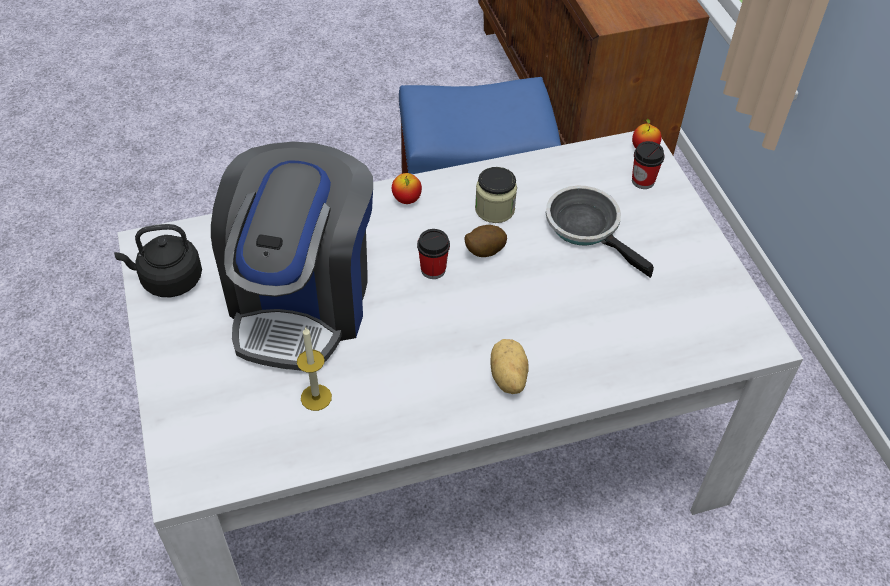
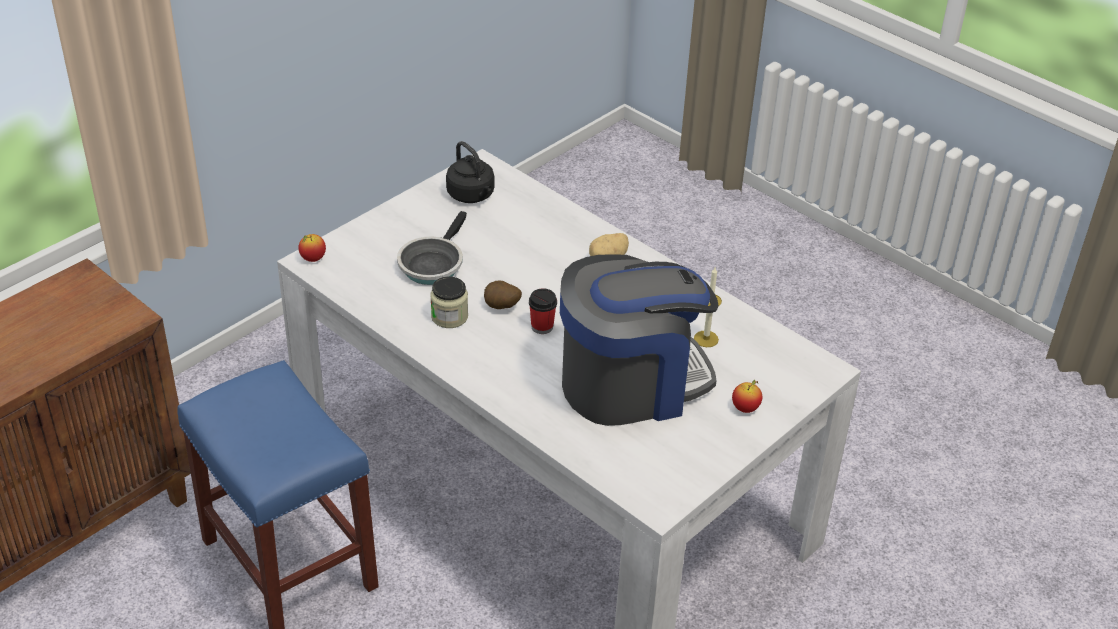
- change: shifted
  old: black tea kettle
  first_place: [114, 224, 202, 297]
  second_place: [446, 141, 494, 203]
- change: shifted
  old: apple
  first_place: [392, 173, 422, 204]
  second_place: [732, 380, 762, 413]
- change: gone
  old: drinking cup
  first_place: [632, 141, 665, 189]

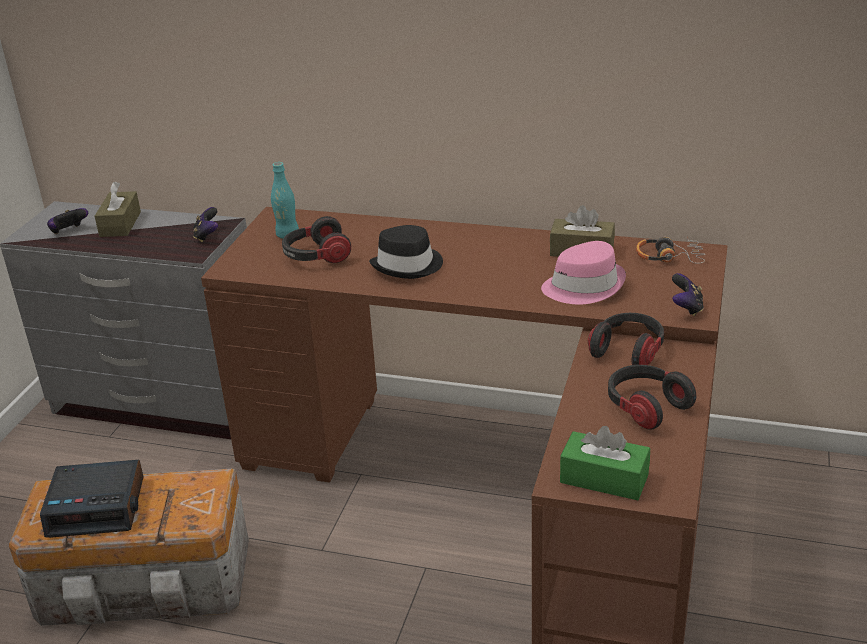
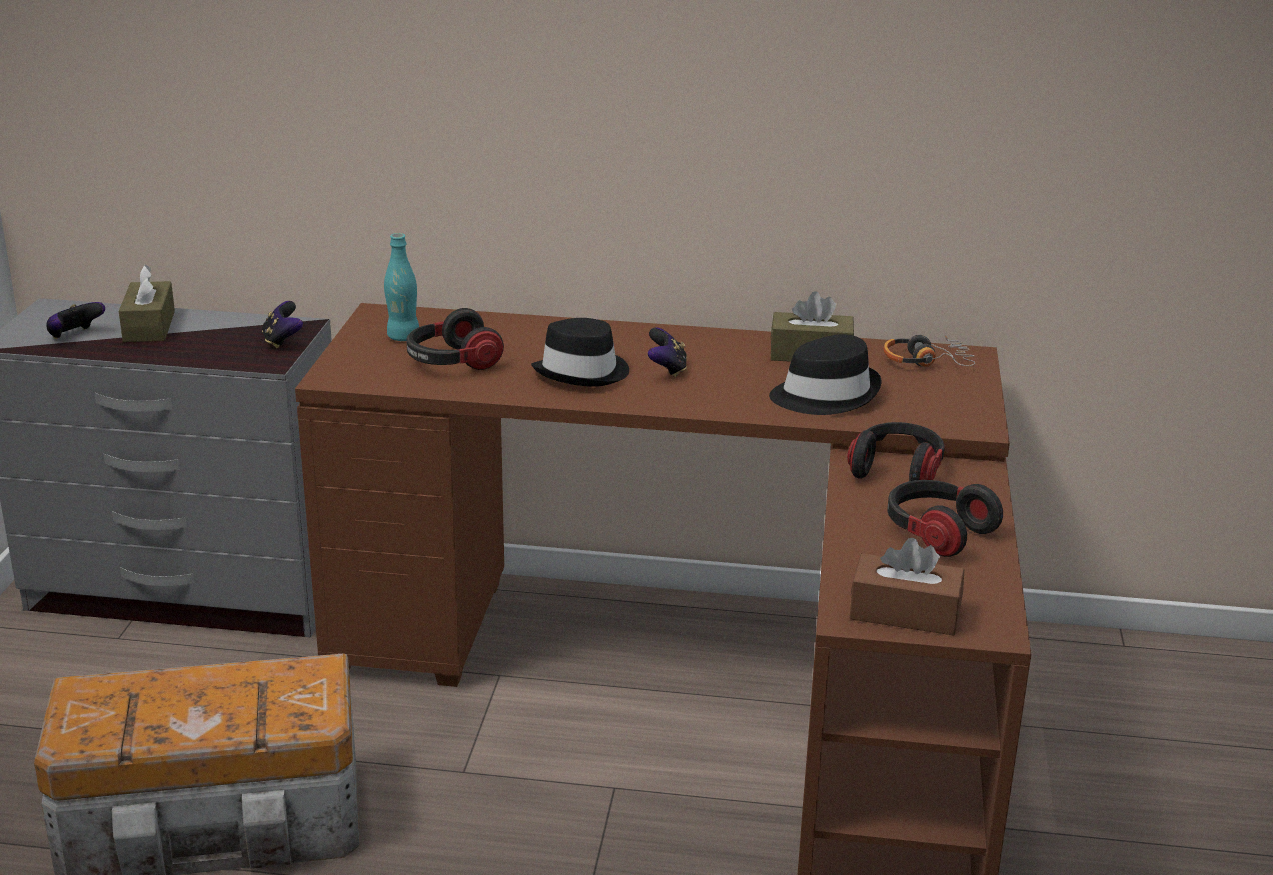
- change: shifted
  old: gamepad
  first_place: [672, 273, 704, 316]
  second_place: [648, 328, 687, 377]
- change: repainted
  old: pink-coloured hat
  new: black hat
  first_place: [541, 241, 626, 304]
  second_place: [769, 334, 881, 415]
- change: repainted
  old: green-coloured tissue holder
  new: brownish tissue holder
  first_place: [560, 426, 650, 500]
  second_place: [850, 538, 964, 636]
- change: gone
  old: bedside clock
  first_place: [40, 460, 144, 538]

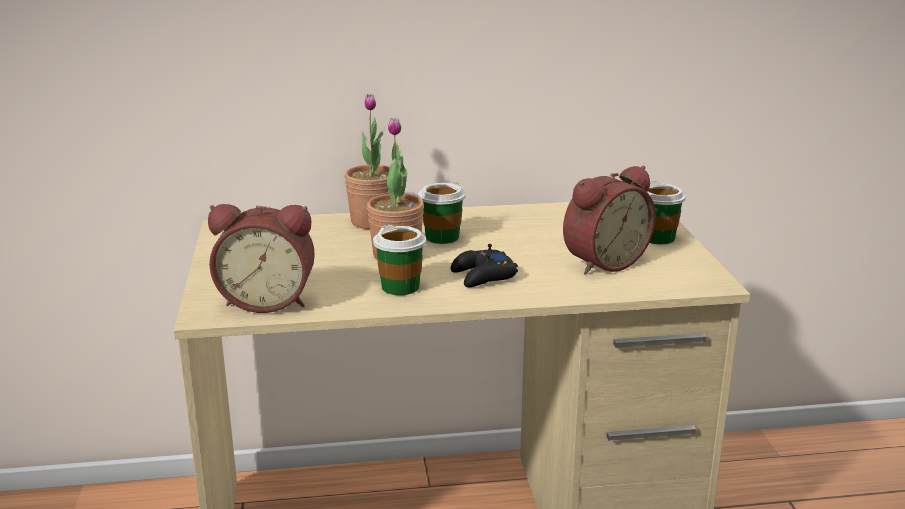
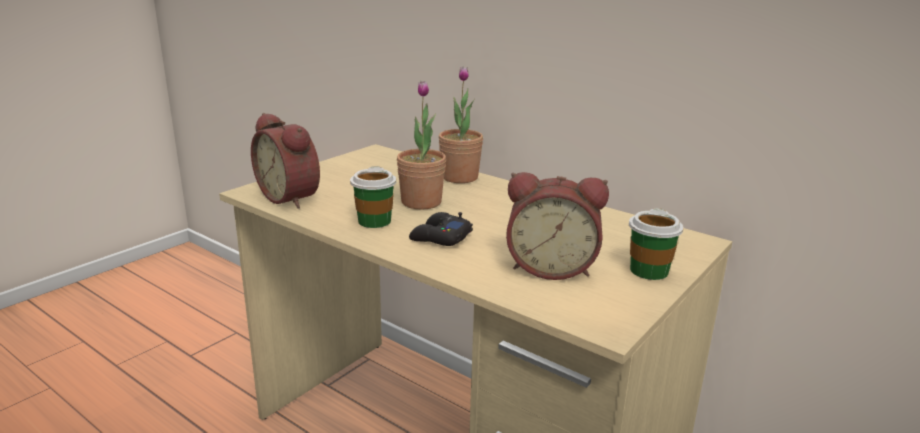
- change: gone
  old: drinking cup
  first_place: [418, 183, 465, 244]

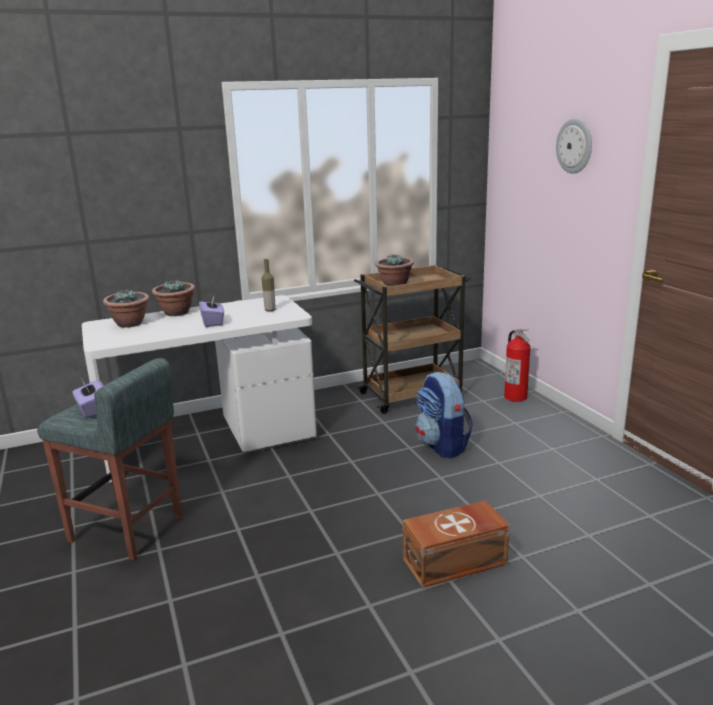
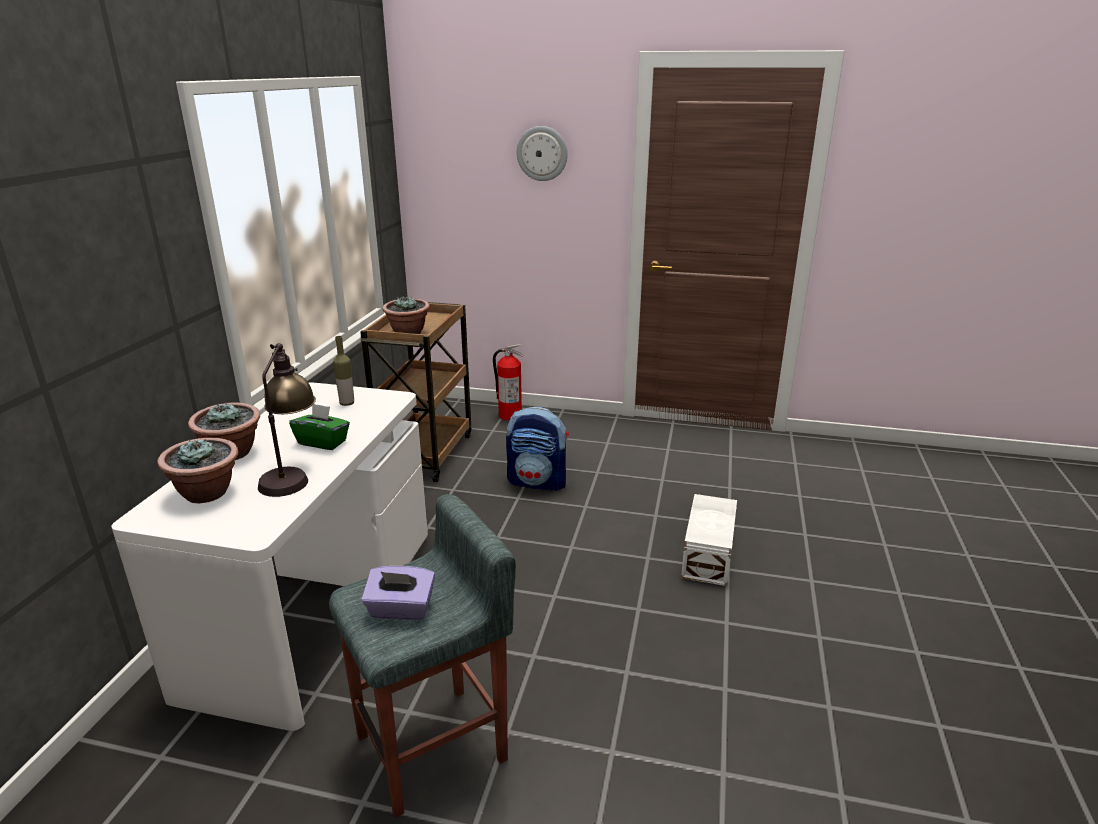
- change: new
  new: tabletop lamp
  second_place: [258, 343, 316, 497]
- change: repainted
  old: purple-coloured tissue holder
  new: green-coloured tissue holder
  first_place: [199, 296, 224, 327]
  second_place: [289, 404, 350, 450]
- change: repainted
  old: brownish storage bin
  new: whitish storage bin
  first_place: [403, 500, 510, 588]
  second_place: [681, 494, 737, 586]

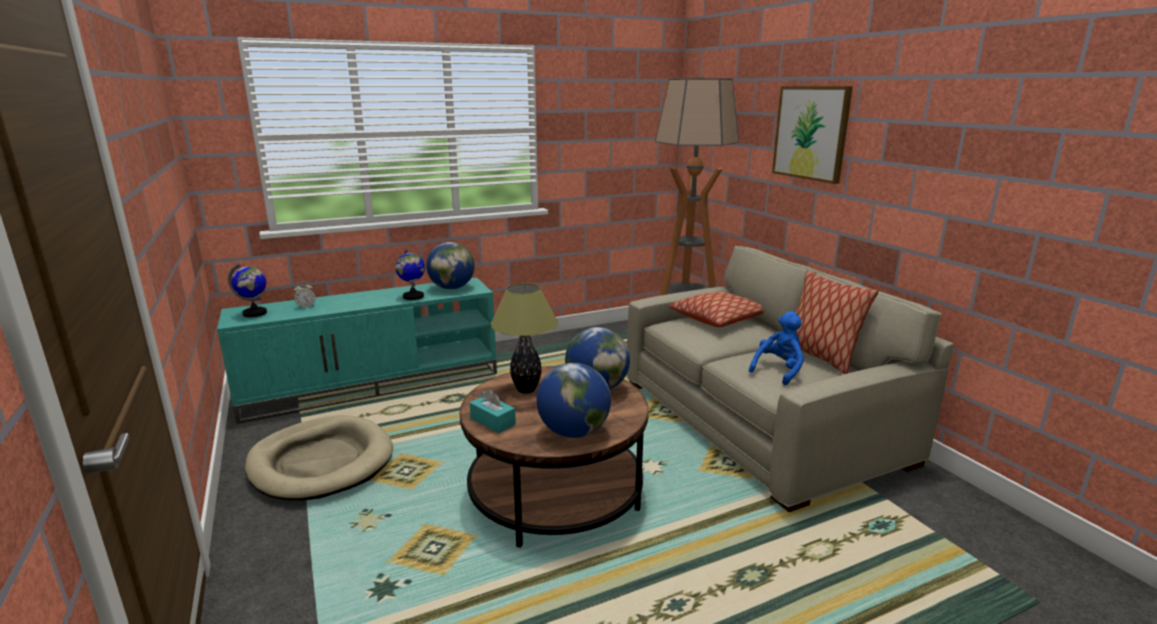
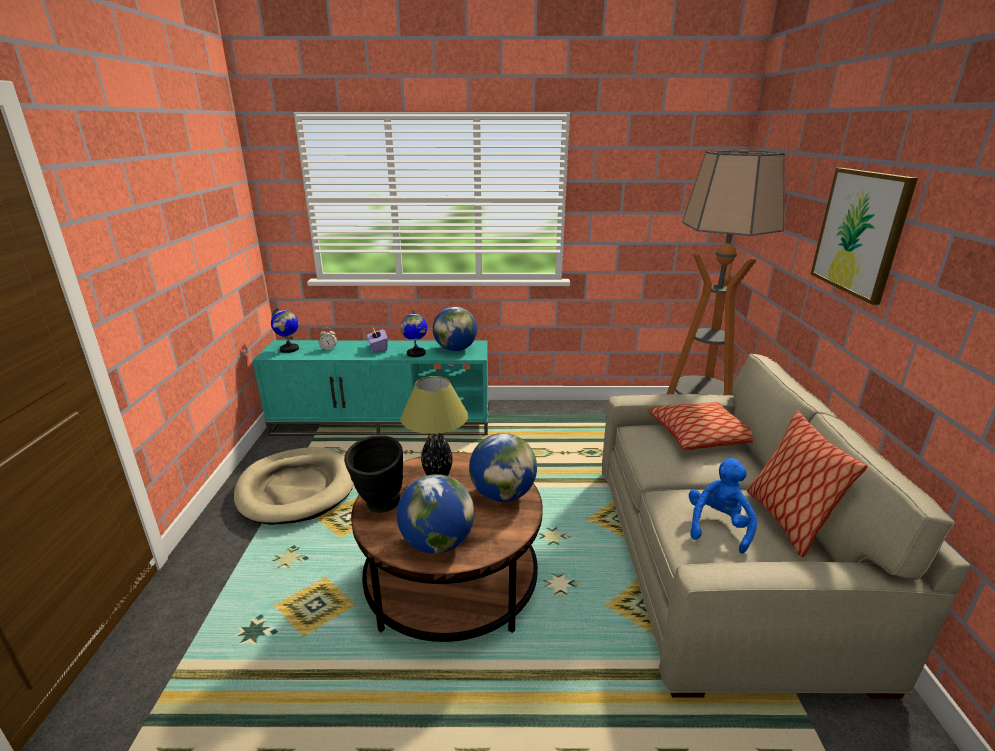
- change: swapped
  old: turquoise-coloured tissue holder
  new: black flower vase
  first_place: [470, 389, 516, 434]
  second_place: [344, 436, 403, 513]
- change: new
  new: purple-coloured tissue holder
  second_place: [367, 327, 388, 353]
- change: rotated
  old: bluish soft toy
  first_place: [749, 311, 804, 385]
  second_place: [689, 458, 757, 554]
  degrees: -45

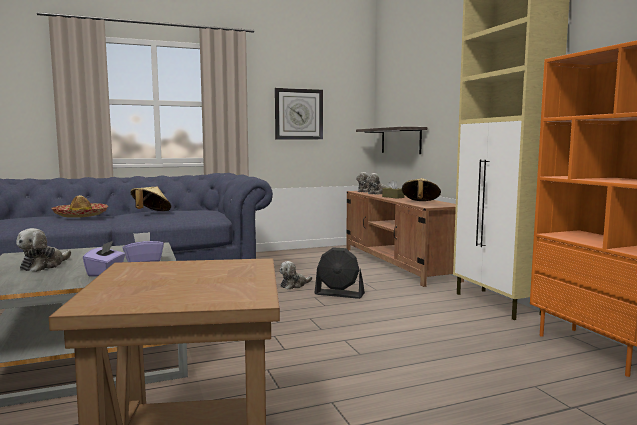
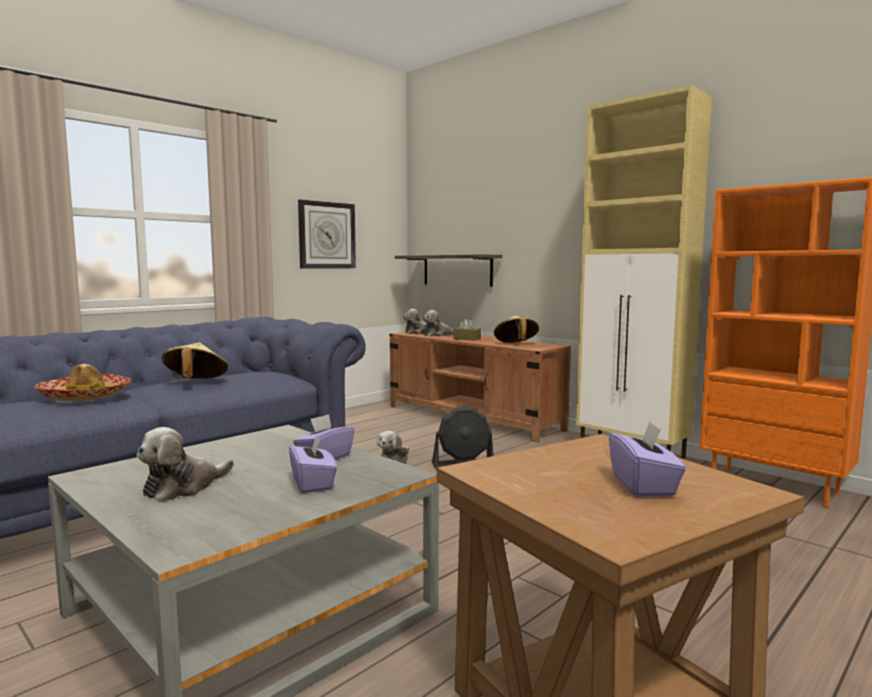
- change: rotated
  old: soft toy
  first_place: [16, 228, 71, 272]
  second_place: [137, 427, 234, 502]
  degrees: 45
- change: new
  new: purple-coloured tissue holder
  second_place: [609, 421, 686, 497]

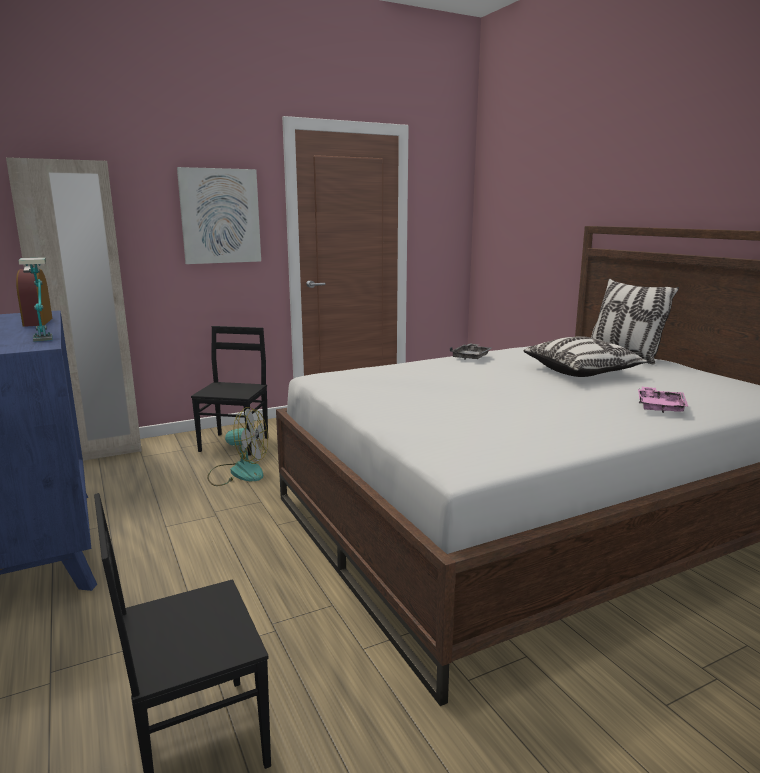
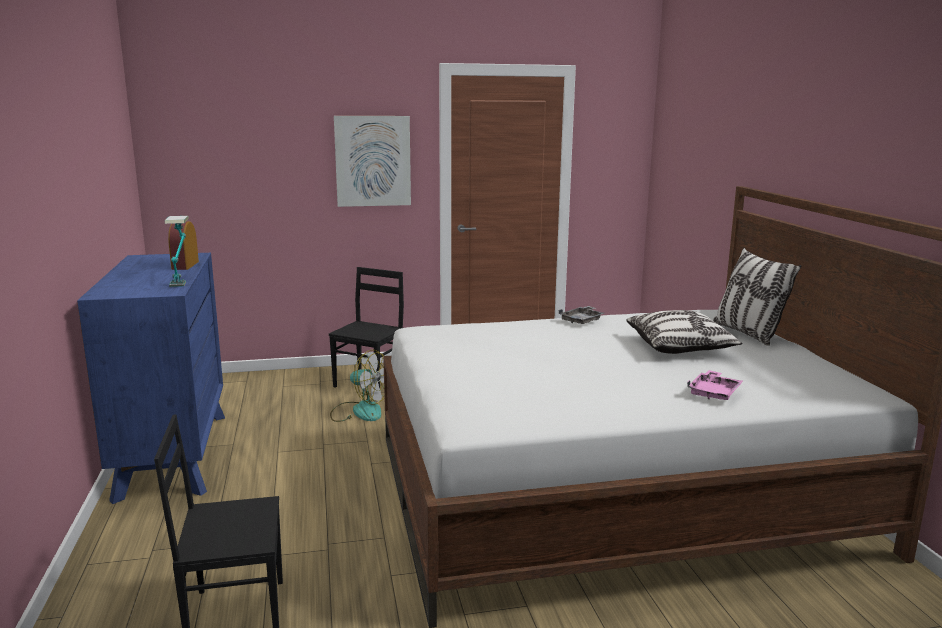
- change: gone
  old: sand-coloured armoire
  first_place: [6, 157, 142, 461]

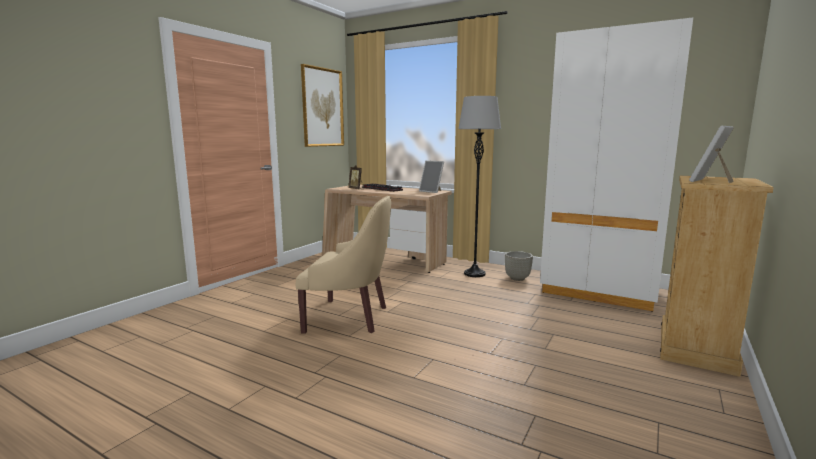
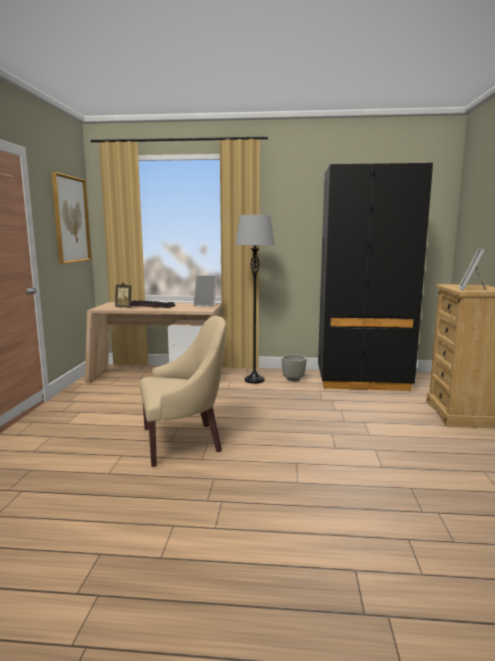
- change: repainted
  old: whitish armoire
  new: black armoire
  first_place: [540, 18, 693, 312]
  second_place: [318, 163, 433, 391]

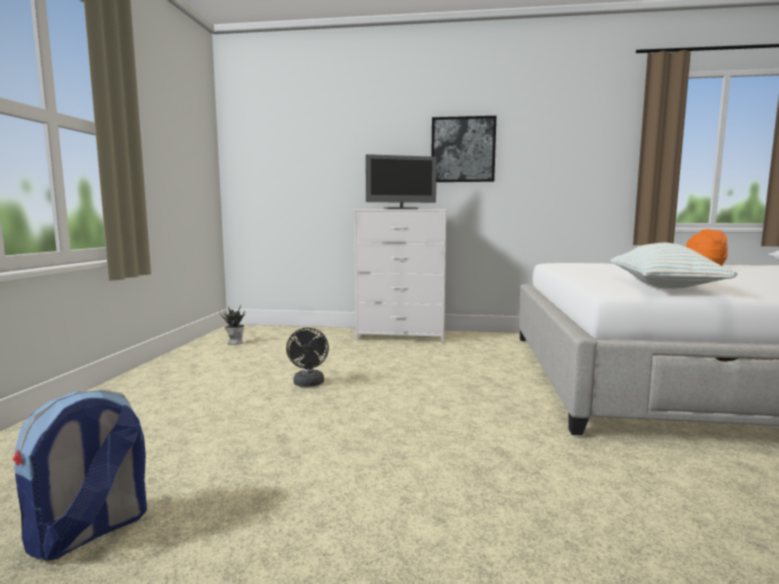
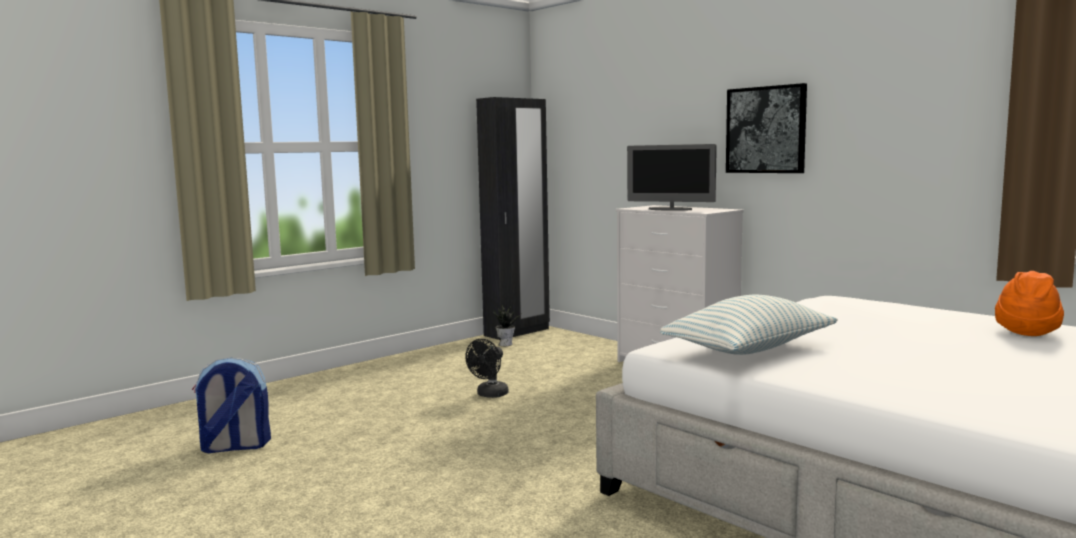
- change: new
  new: black armoire
  second_place: [476, 97, 550, 340]

